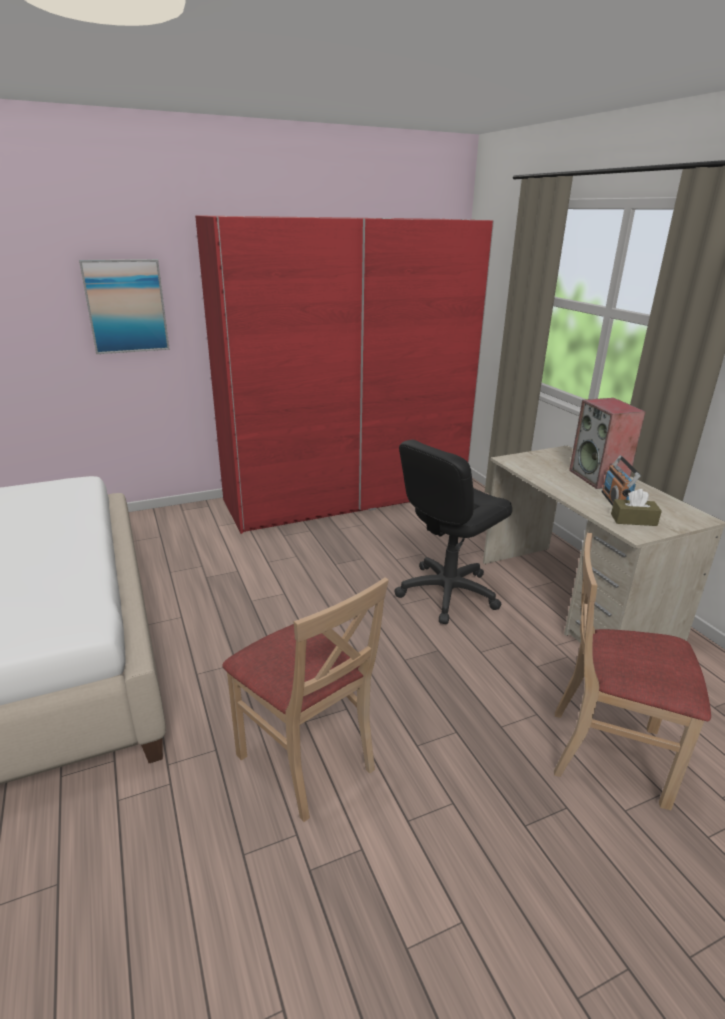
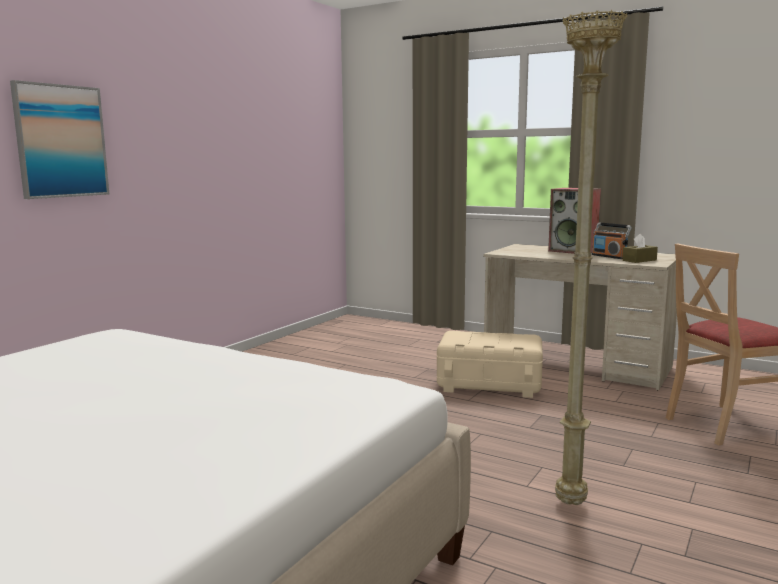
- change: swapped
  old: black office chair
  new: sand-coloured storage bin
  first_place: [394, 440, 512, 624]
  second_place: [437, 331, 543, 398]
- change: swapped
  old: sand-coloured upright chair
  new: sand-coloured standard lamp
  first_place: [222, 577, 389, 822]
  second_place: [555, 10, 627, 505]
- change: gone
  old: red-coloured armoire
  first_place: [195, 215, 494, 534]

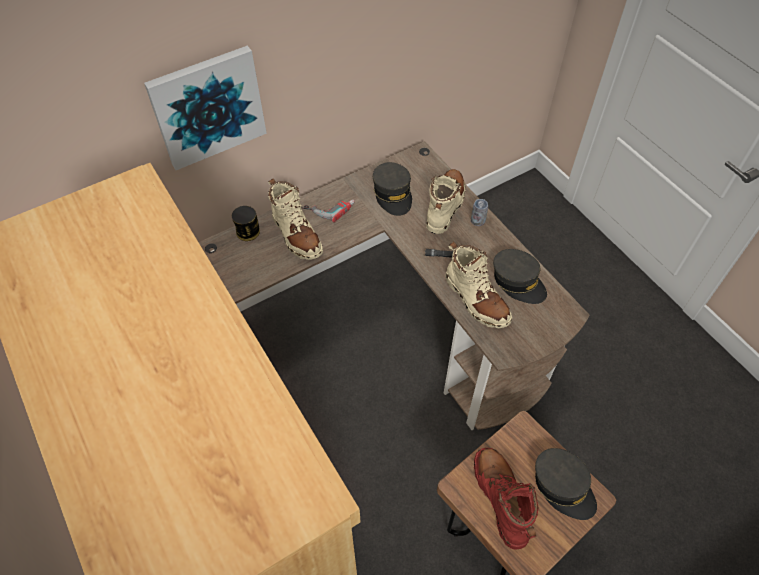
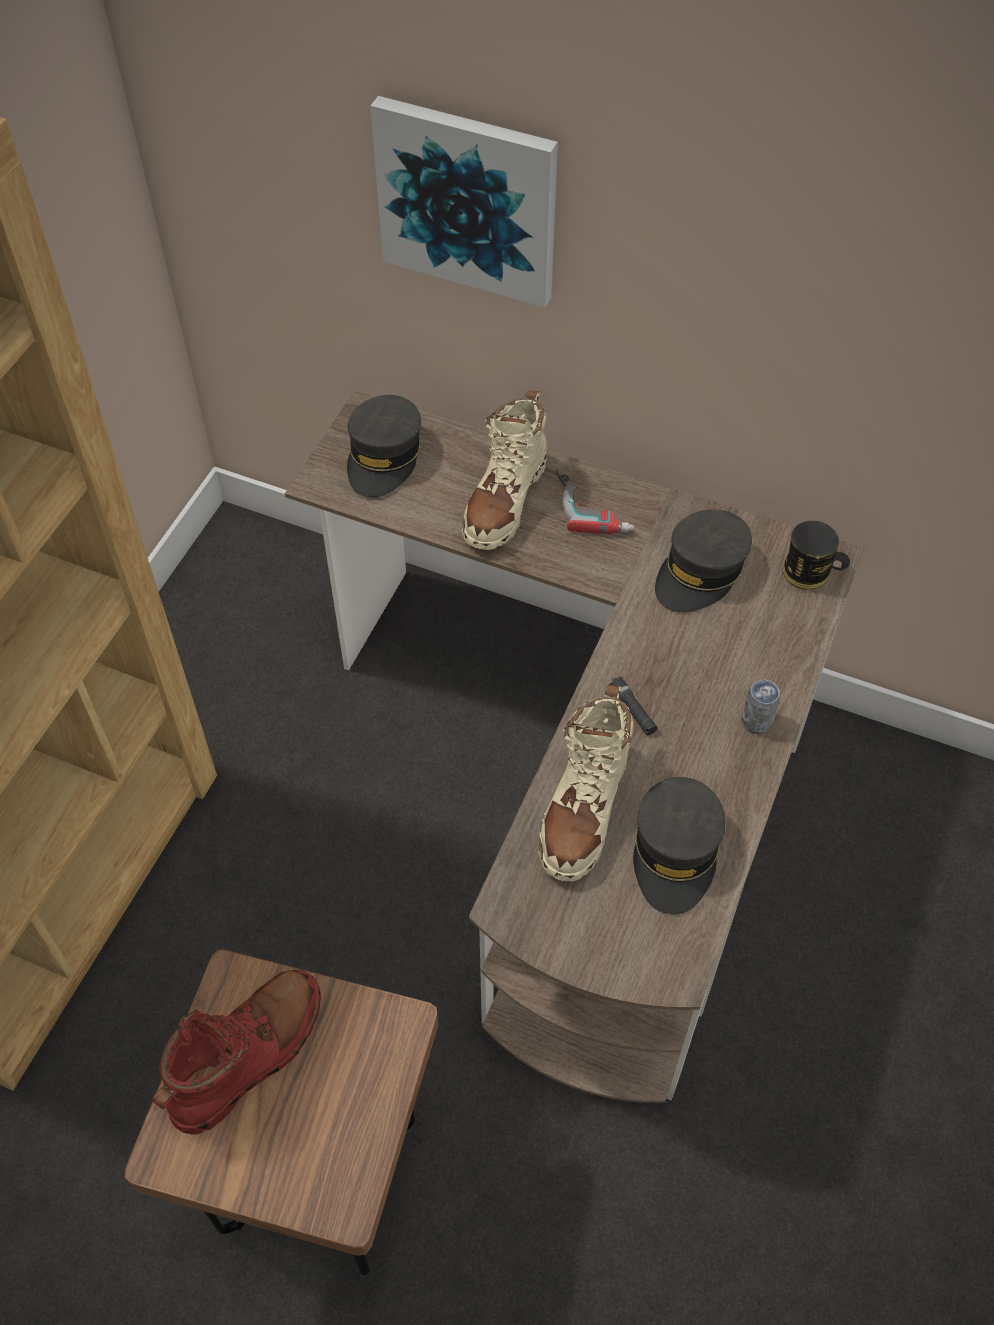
- change: shifted
  old: grey peaked cap
  first_place: [535, 448, 597, 520]
  second_place: [347, 395, 421, 497]
- change: shifted
  old: sealed can
  first_place: [232, 206, 260, 241]
  second_place: [783, 521, 839, 590]
- change: gone
  old: sand-coloured tall boot
  first_place: [426, 169, 465, 234]

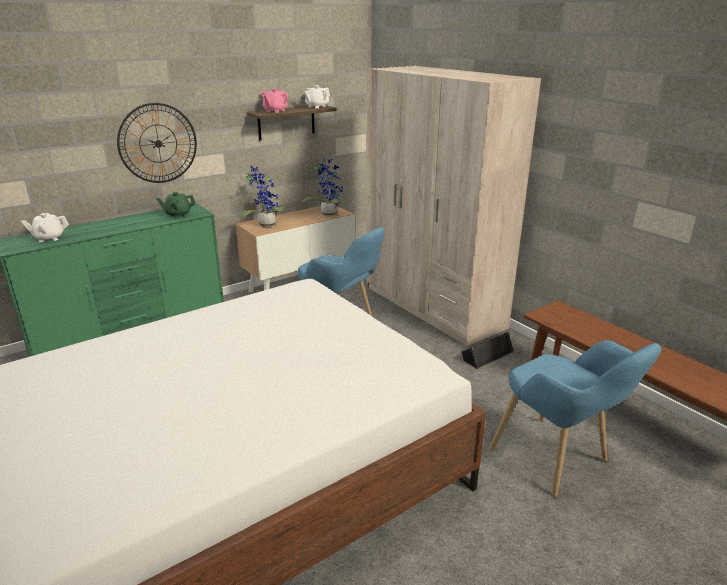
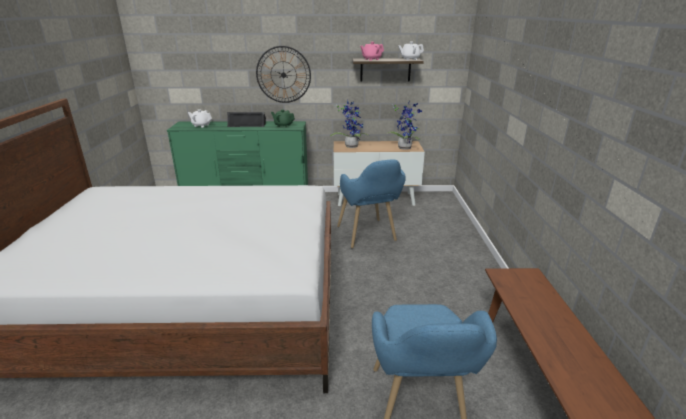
- change: shifted
  old: black speaker
  first_place: [461, 331, 514, 369]
  second_place: [227, 112, 266, 127]
- change: gone
  old: sand-coloured armoire
  first_place: [366, 66, 541, 347]

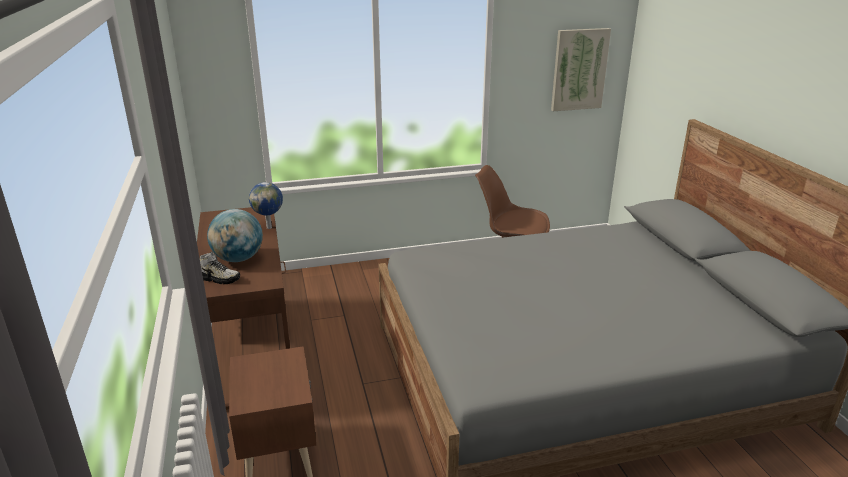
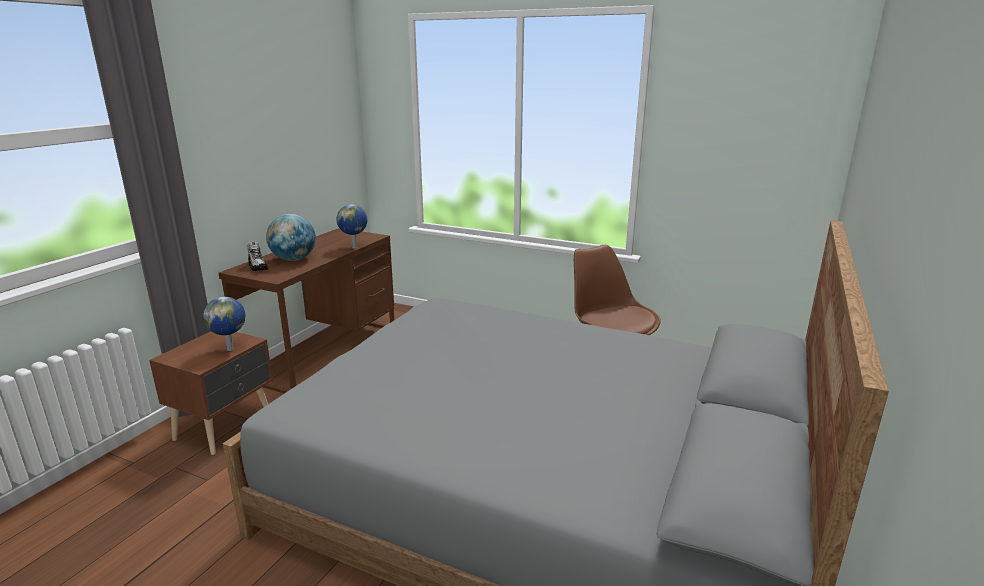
- change: new
  new: globe
  second_place: [203, 297, 245, 351]
- change: gone
  old: wall art
  first_place: [551, 28, 611, 111]

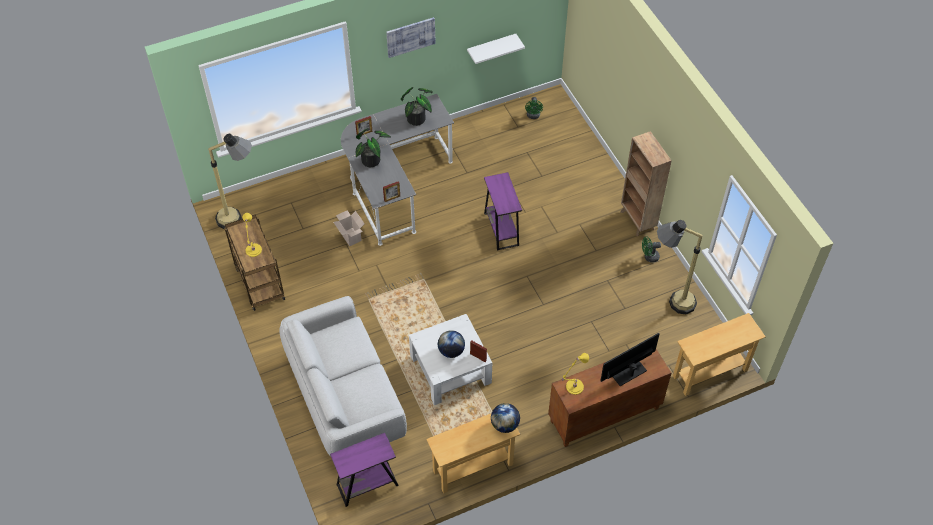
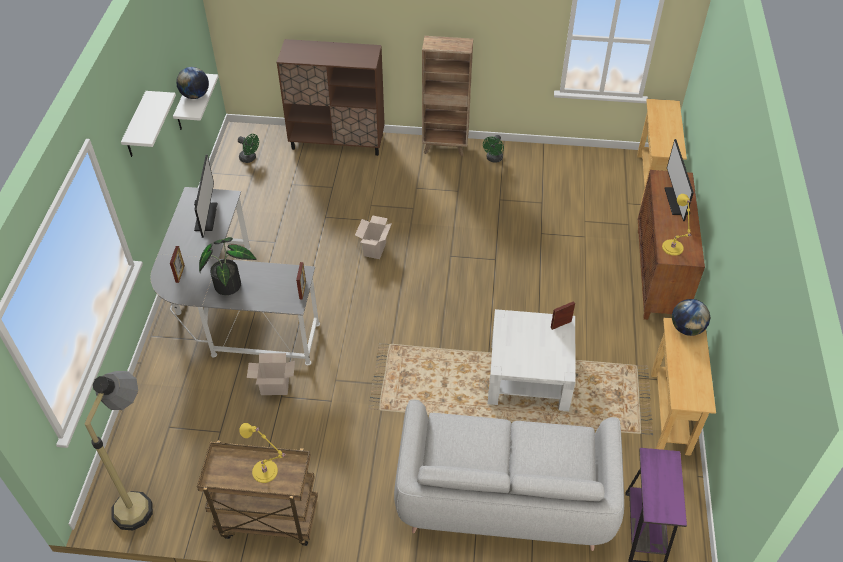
- change: swapped
  old: wall art
  new: whitish wall shelf
  first_place: [386, 17, 436, 58]
  second_place: [121, 91, 176, 157]
- change: shifted
  old: globe
  first_place: [438, 330, 465, 358]
  second_place: [176, 67, 209, 99]
- change: swapped
  old: potted plant
  new: computer display
  first_place: [401, 87, 433, 126]
  second_place: [194, 154, 217, 238]
- change: new
  new: brownish cabinet
  second_place: [277, 39, 385, 156]
- change: swapped
  old: purple-coloured accent table
  new: cardboard box
  first_place: [484, 172, 522, 251]
  second_place: [355, 215, 392, 259]
- change: gone
  old: standard lamp
  first_place: [657, 220, 703, 315]

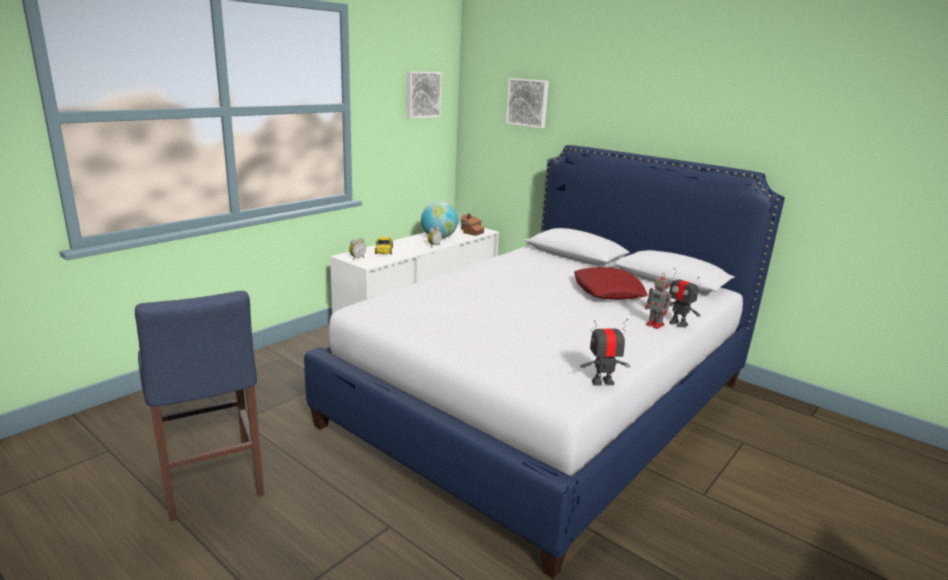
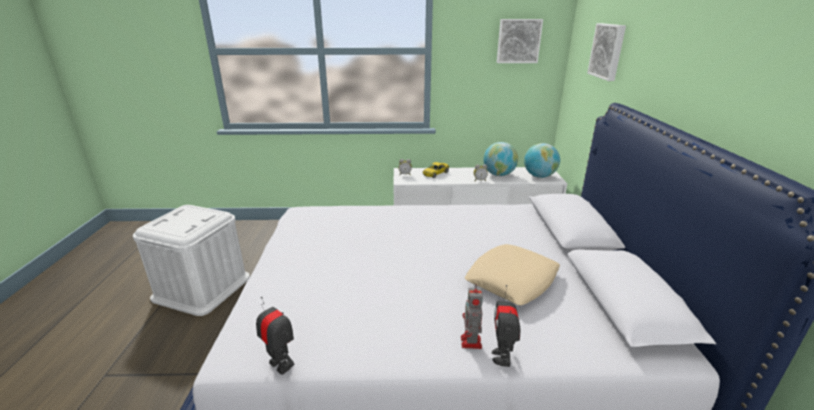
- change: swapped
  old: bluish sitting stool
  new: whitish storage bin
  first_place: [135, 291, 264, 521]
  second_place: [133, 205, 250, 316]
- change: repainted
  old: red-coloured cushion
  new: sand-coloured cushion
  first_place: [575, 267, 648, 300]
  second_place: [465, 244, 560, 305]
- change: swapped
  old: miniature house
  new: globe
  first_place: [460, 213, 484, 236]
  second_place: [524, 143, 560, 178]

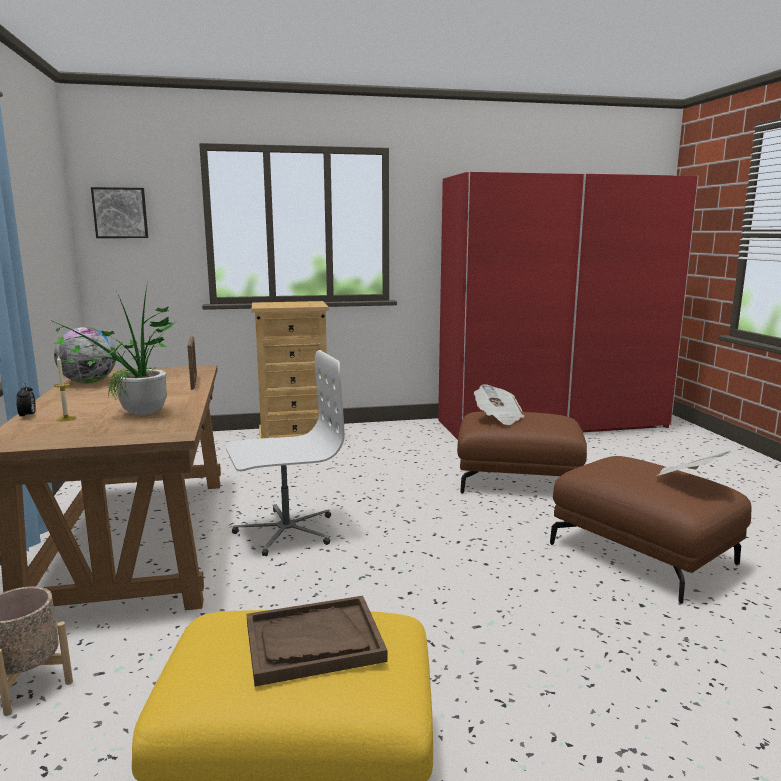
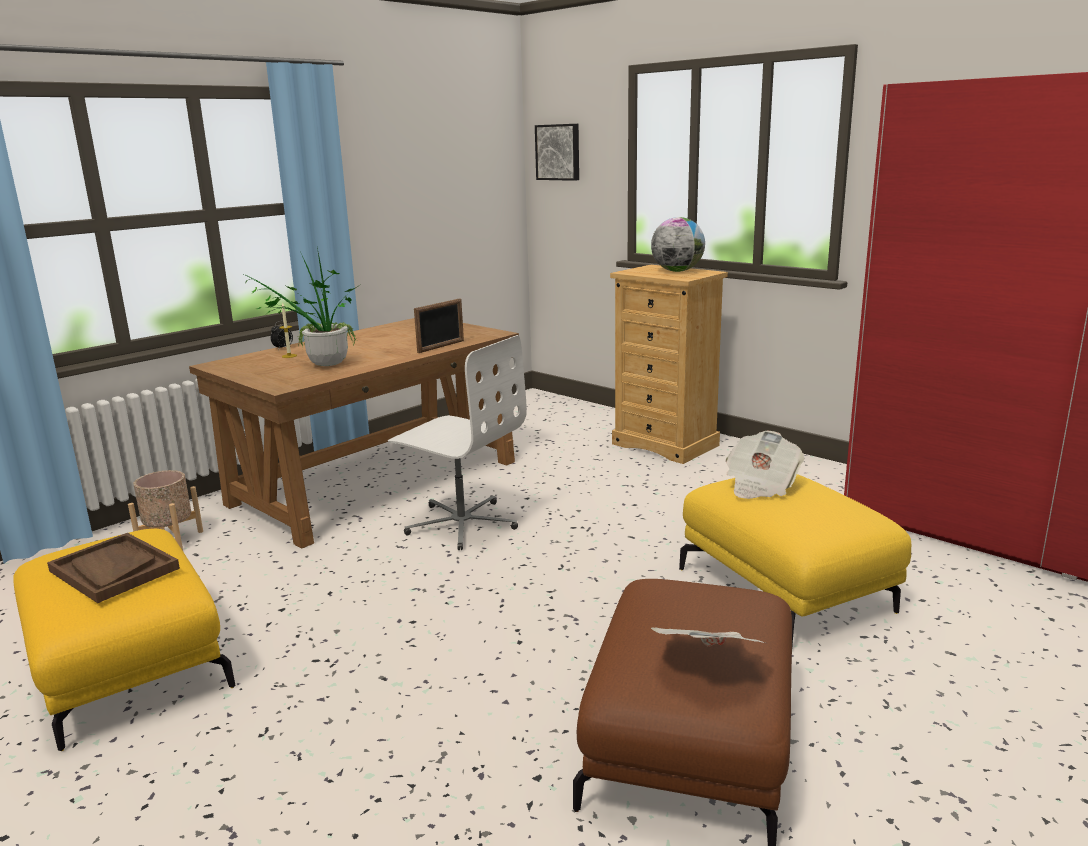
- change: shifted
  old: globe
  first_place: [54, 327, 116, 383]
  second_place: [651, 217, 705, 272]
- change: repainted
  old: brownish pouffe
  new: yellowish pouffe
  first_place: [457, 411, 587, 494]
  second_place: [679, 474, 911, 645]

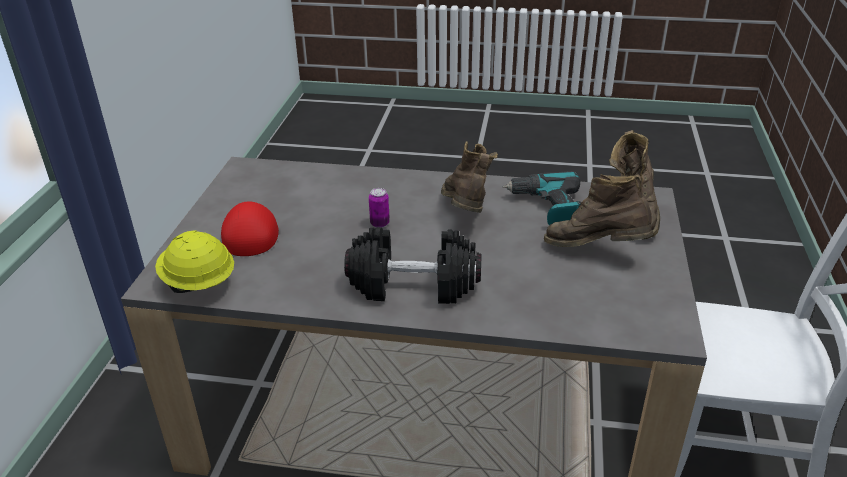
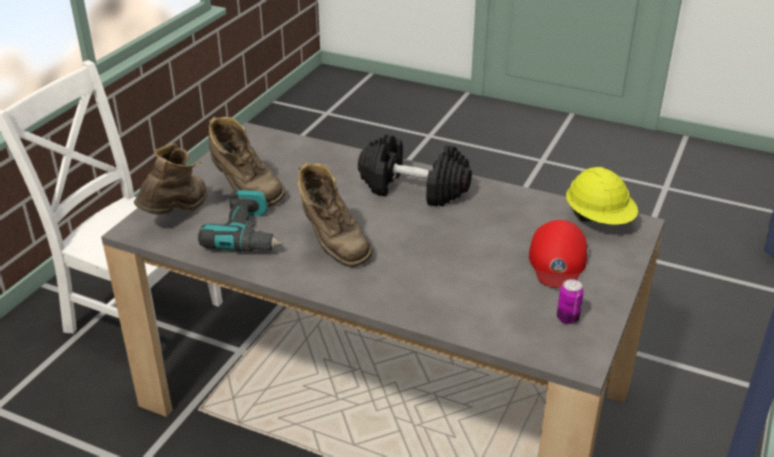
- change: rotated
  old: brownish tall boot
  first_place: [441, 141, 498, 213]
  second_place: [297, 162, 373, 268]
  degrees: -45
- change: shifted
  old: sealed can
  first_place: [369, 188, 390, 228]
  second_place: [557, 279, 584, 324]

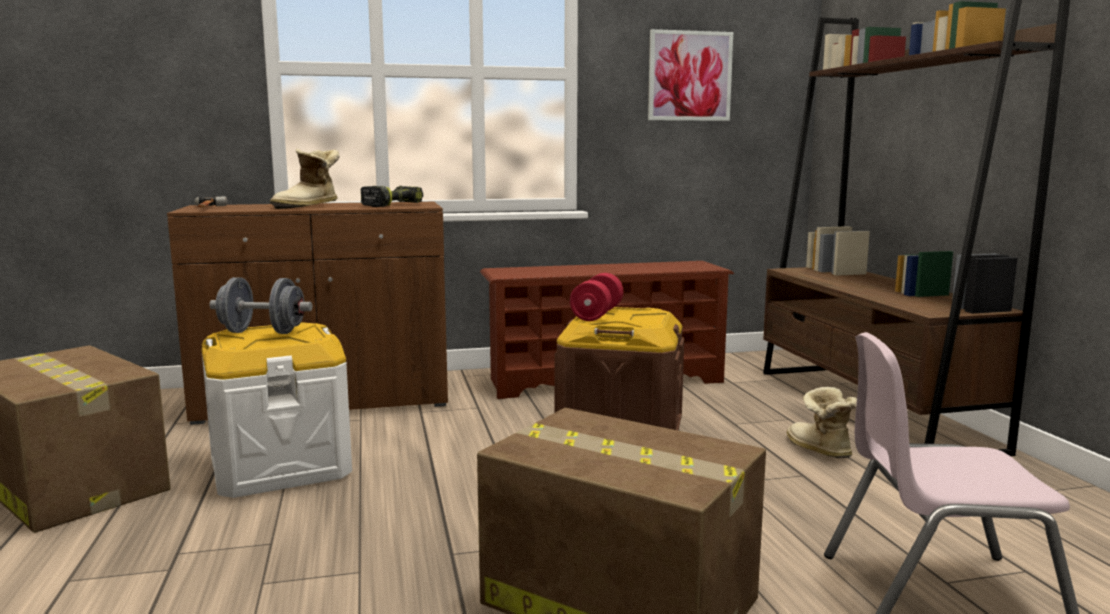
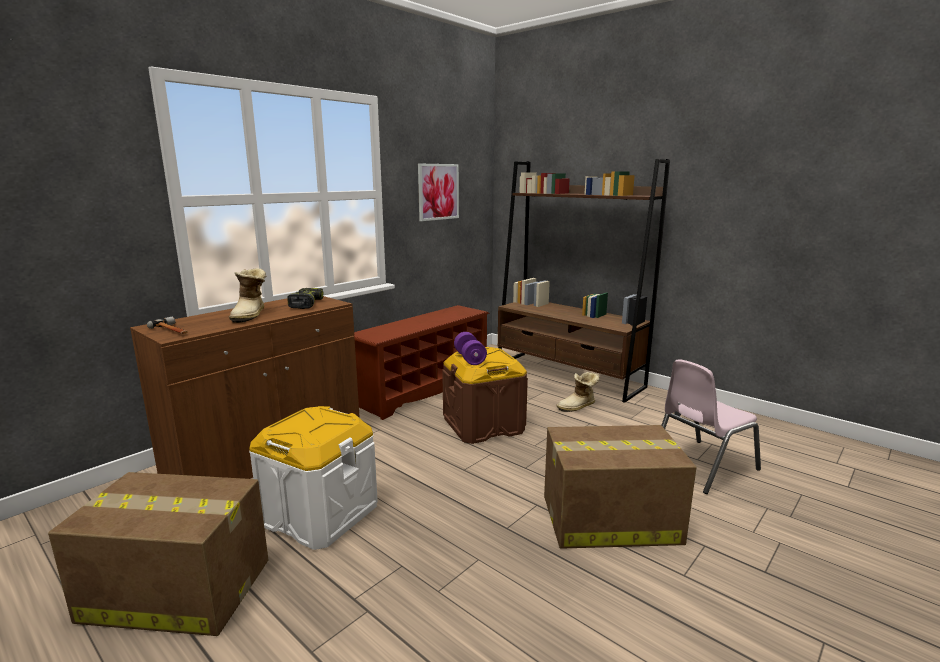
- change: repainted
  old: red-coloured free weight
  new: purple-coloured free weight
  first_place: [570, 273, 623, 321]
  second_place: [454, 332, 487, 365]
- change: rotated
  old: tall boot
  first_place: [787, 387, 857, 458]
  second_place: [556, 372, 599, 412]
  degrees: -60
- change: gone
  old: grey free weight
  first_place: [209, 277, 312, 334]

